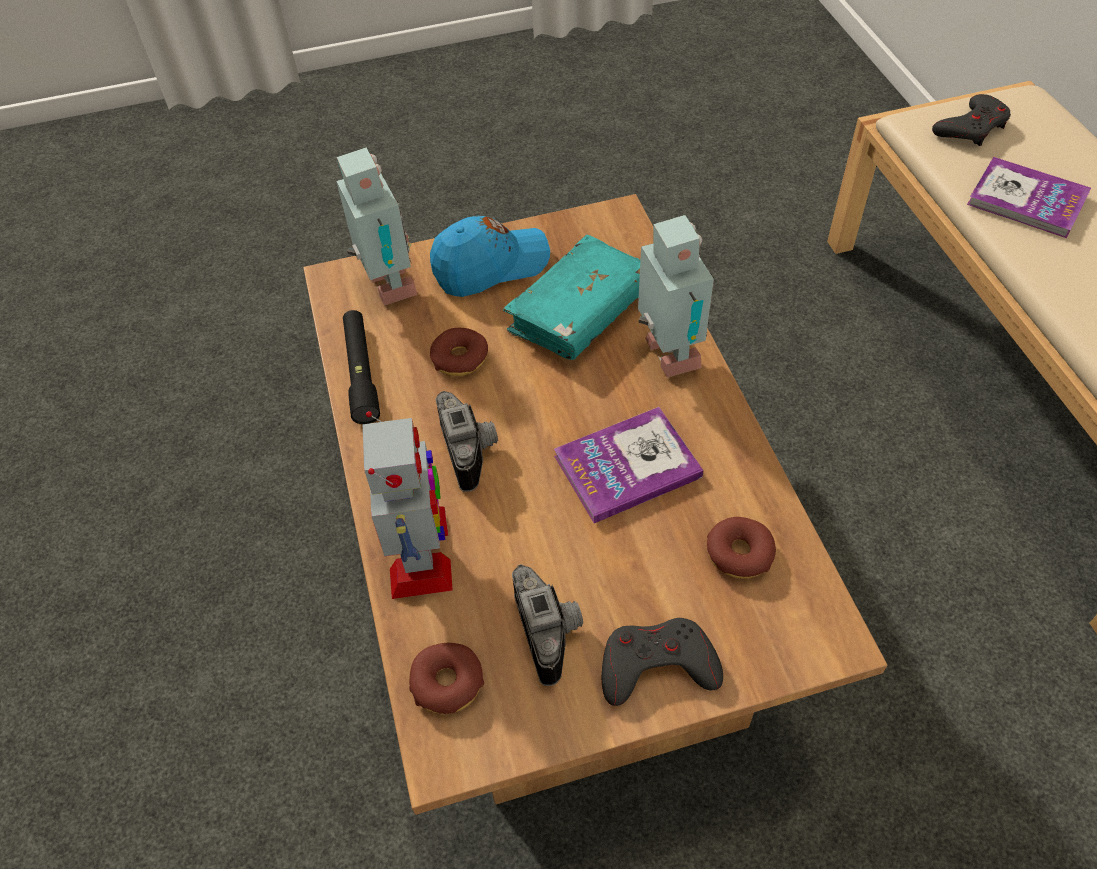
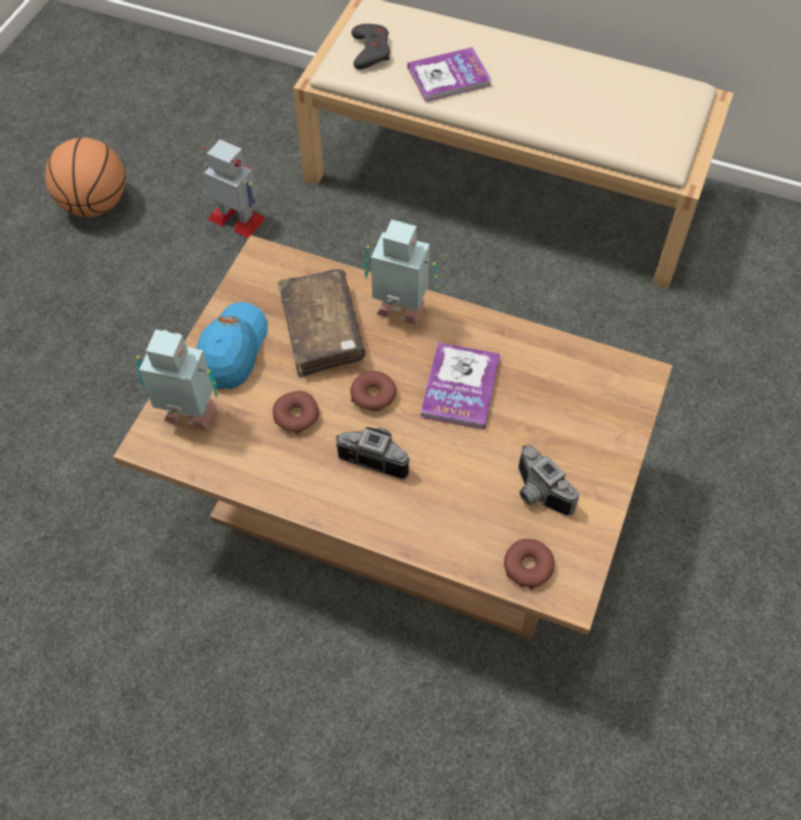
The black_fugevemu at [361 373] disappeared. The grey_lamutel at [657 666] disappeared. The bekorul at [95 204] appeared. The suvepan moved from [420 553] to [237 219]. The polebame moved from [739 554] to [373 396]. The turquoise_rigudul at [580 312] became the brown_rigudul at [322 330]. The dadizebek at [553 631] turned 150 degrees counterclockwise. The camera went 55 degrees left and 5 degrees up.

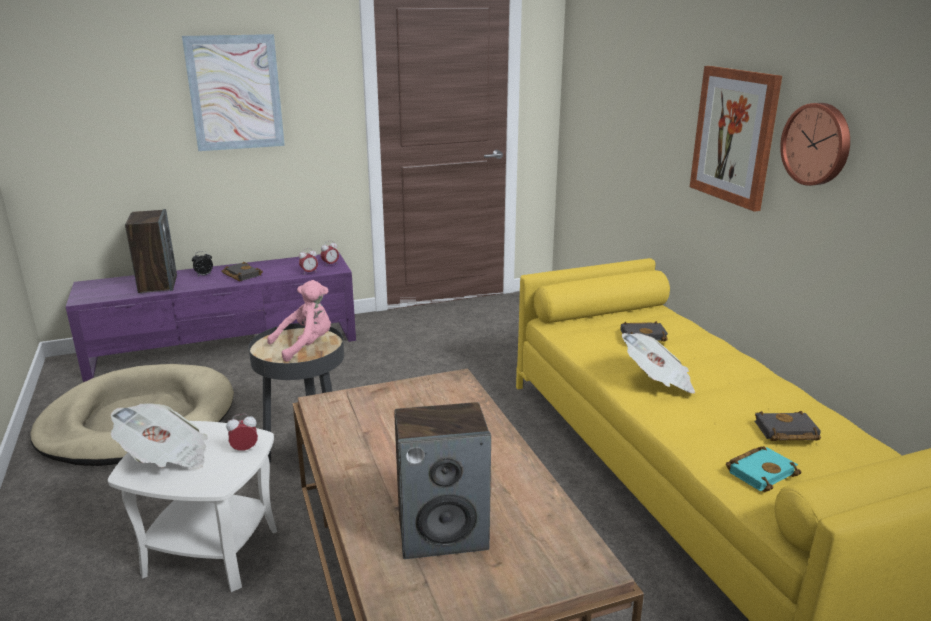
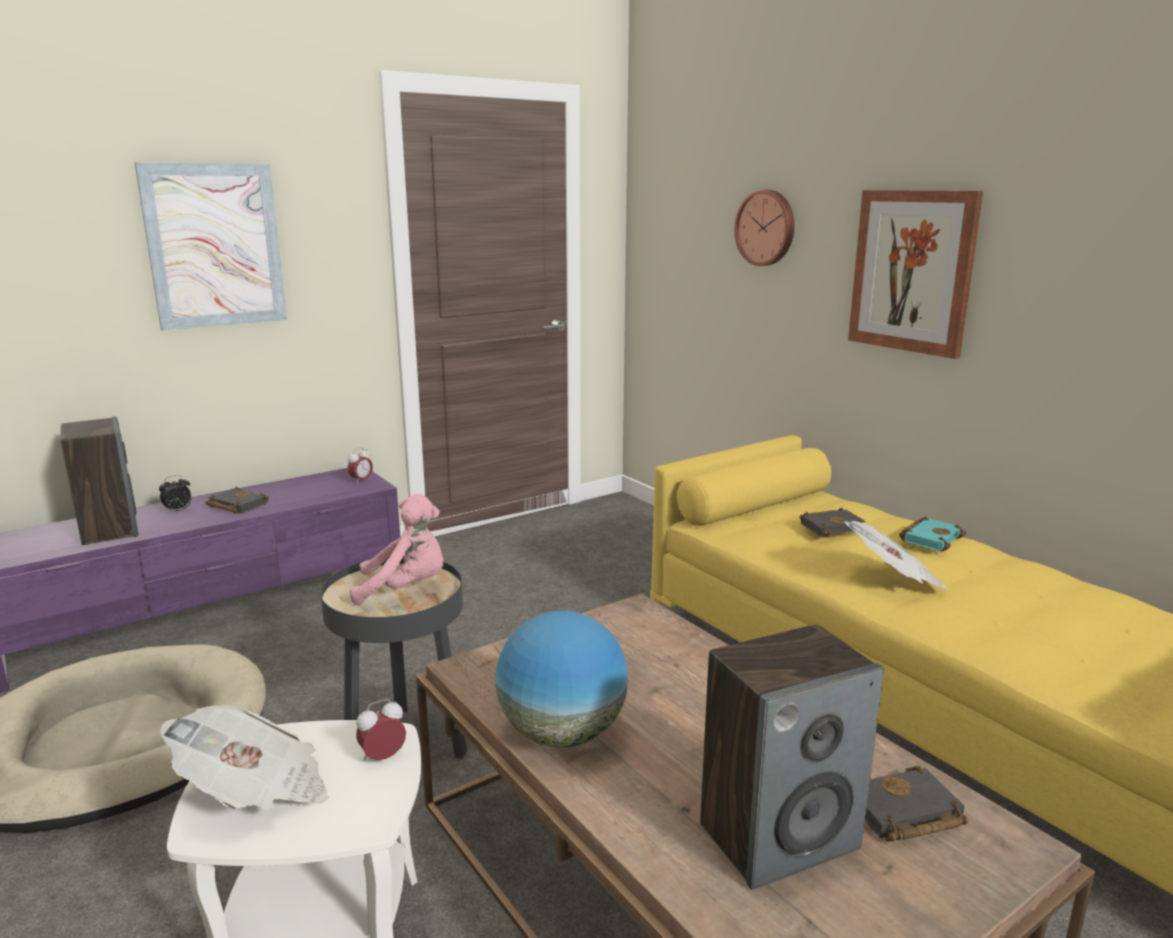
The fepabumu at [309 272] disappeared. The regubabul at [562 734] appeared. The turquoise_rigudul moved from [761 471] to [930 538]. The black_rigudul moved from [785 432] to [903 814]. The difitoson moved from [817 144] to [766 228]. The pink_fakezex at [306 346] turned 45 degrees clockwise. The camera went 15 degrees left and 5 degrees down.

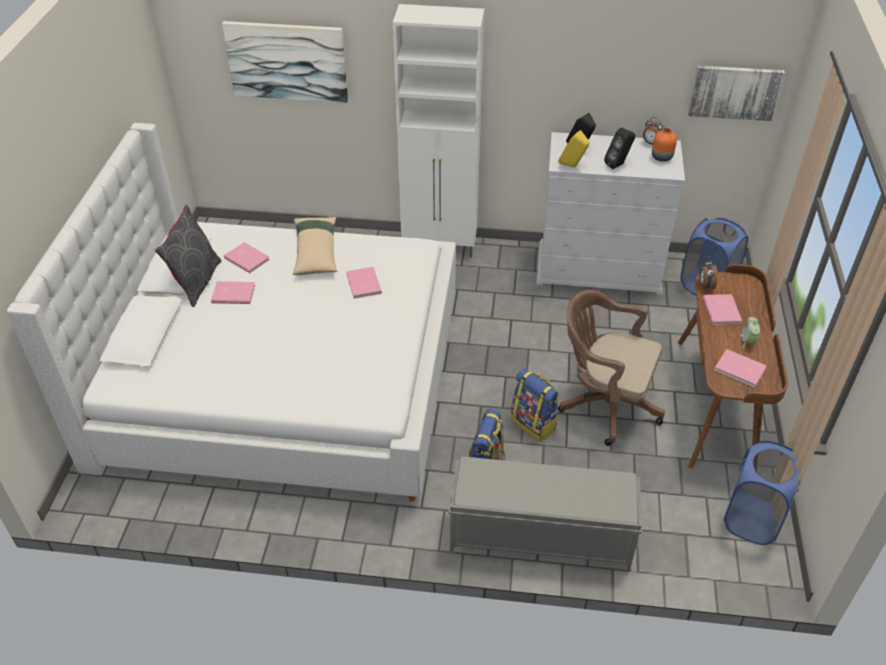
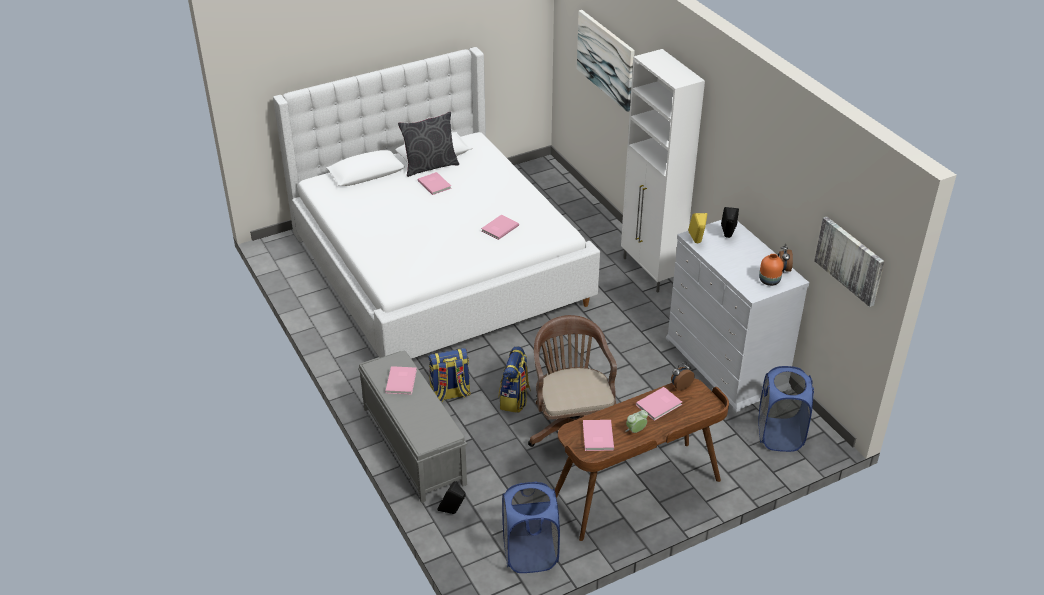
The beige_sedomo at [316 252] disappeared. The pink_rigudul moved from [247 258] to [402 381]. The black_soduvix moved from [618 165] to [453 512]. The camera went 55 degrees right and 5 degrees down.

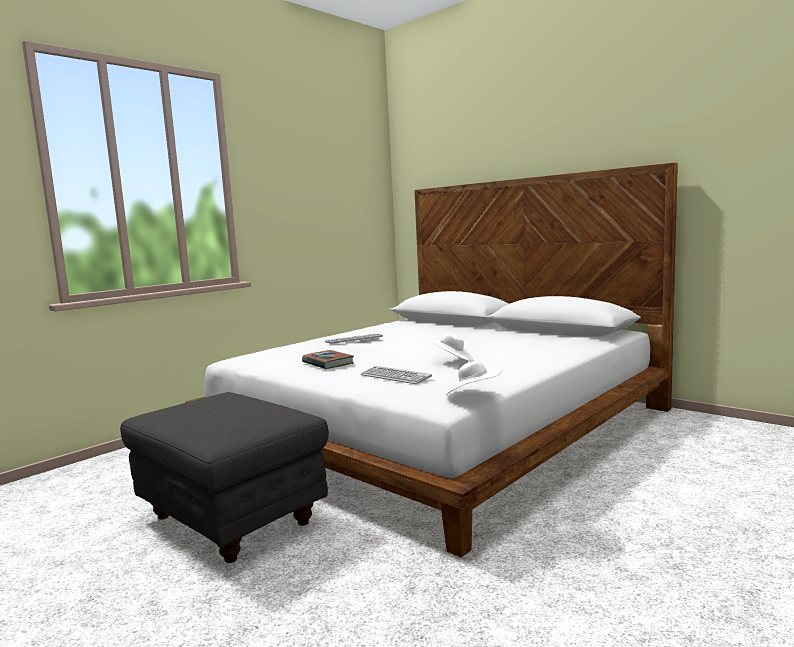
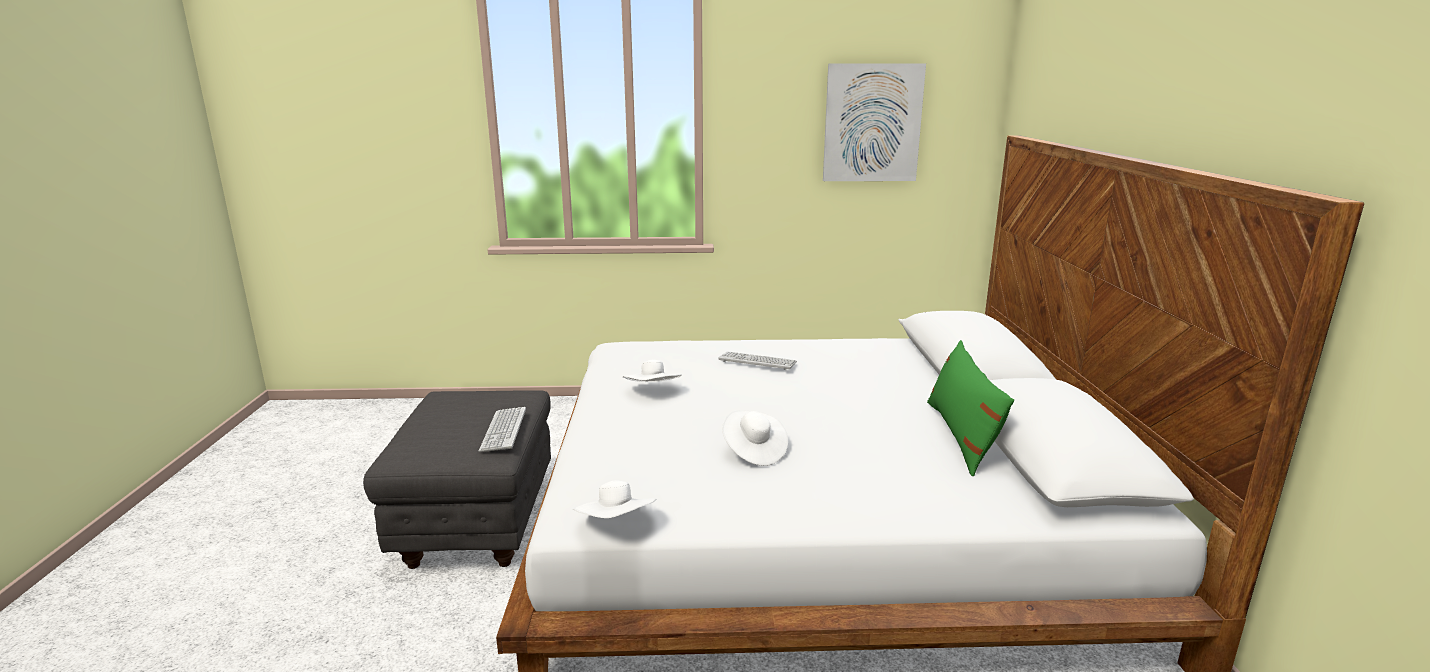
The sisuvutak at [872 123] appeared. The green_sedomo at [962 436] appeared. The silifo moved from [395 376] to [503 430]. The rigudul at [328 363] was replaced by the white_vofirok at [653 392]. The camera went 45 degrees right and 10 degrees up.

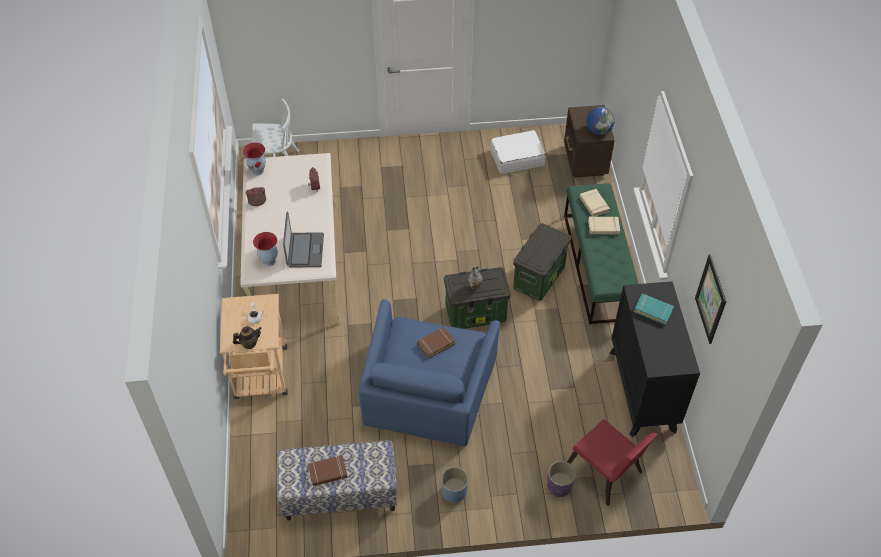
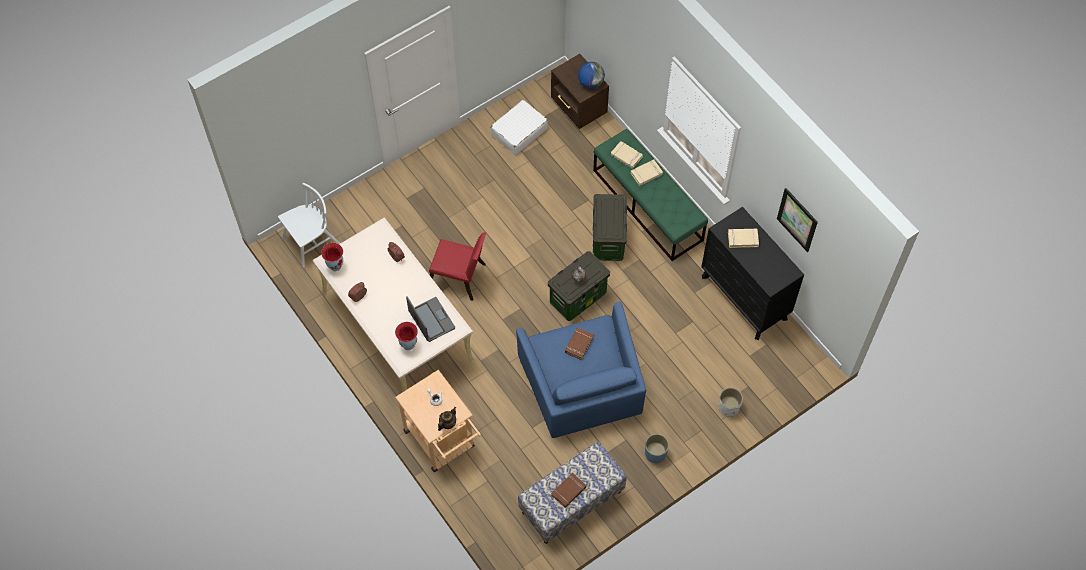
The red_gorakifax moved from [606 474] to [460 278]. The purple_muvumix at [559 486] became the white_muvumix at [728 407]. The turquoise_rigudul at [653 310] became the beige_rigudul at [743 239]. The camera went 30 degrees left and 10 degrees up.

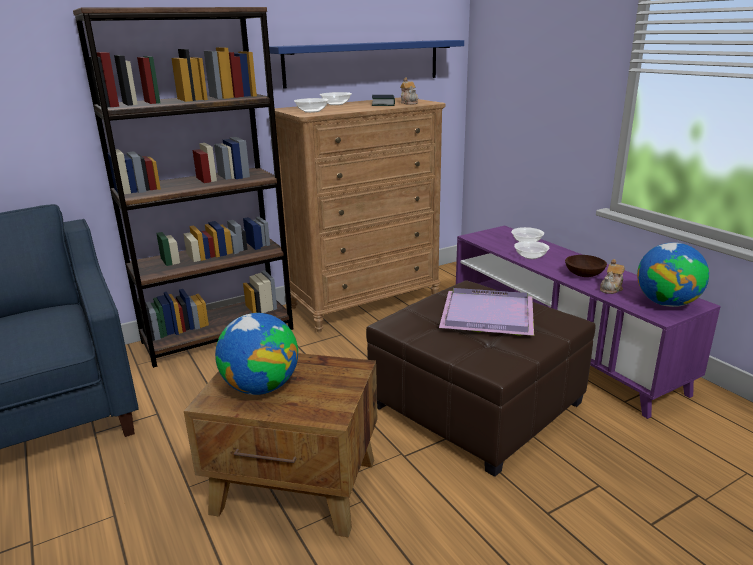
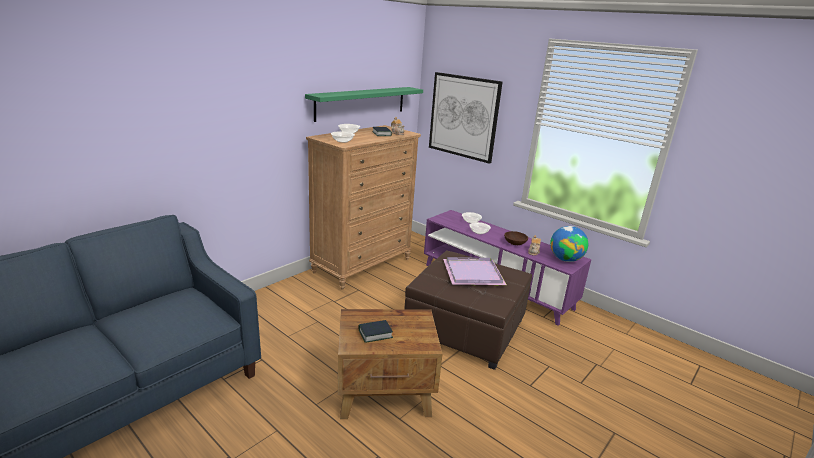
The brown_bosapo at [219 335] disappeared. The sisuvutak at [463 117] appeared. The regubabul at [261 387] was replaced by the rigudul at [375 334]. The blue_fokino at [363 63] became the green_fokino at [361 103]. The camera went 20 degrees left and 0 degrees up.

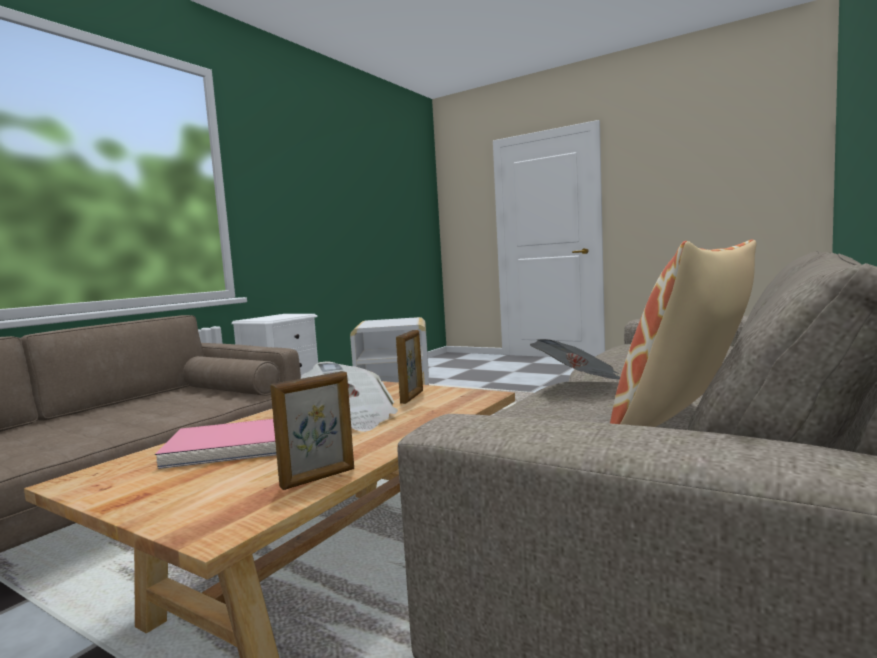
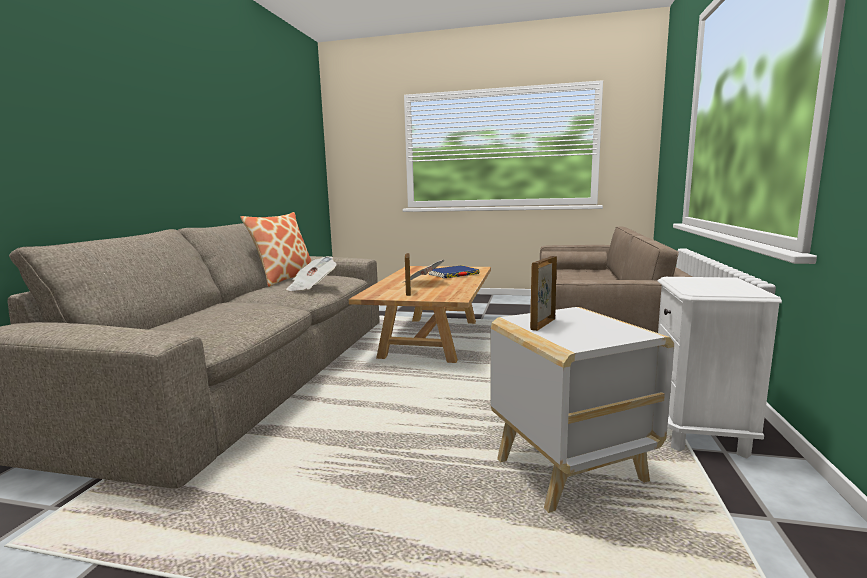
The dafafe moved from [319 478] to [542 324]. The pink_rigudul at [228 447] became the blue_rigudul at [453 274]. The camera went 160 degrees right and 5 degrees up.

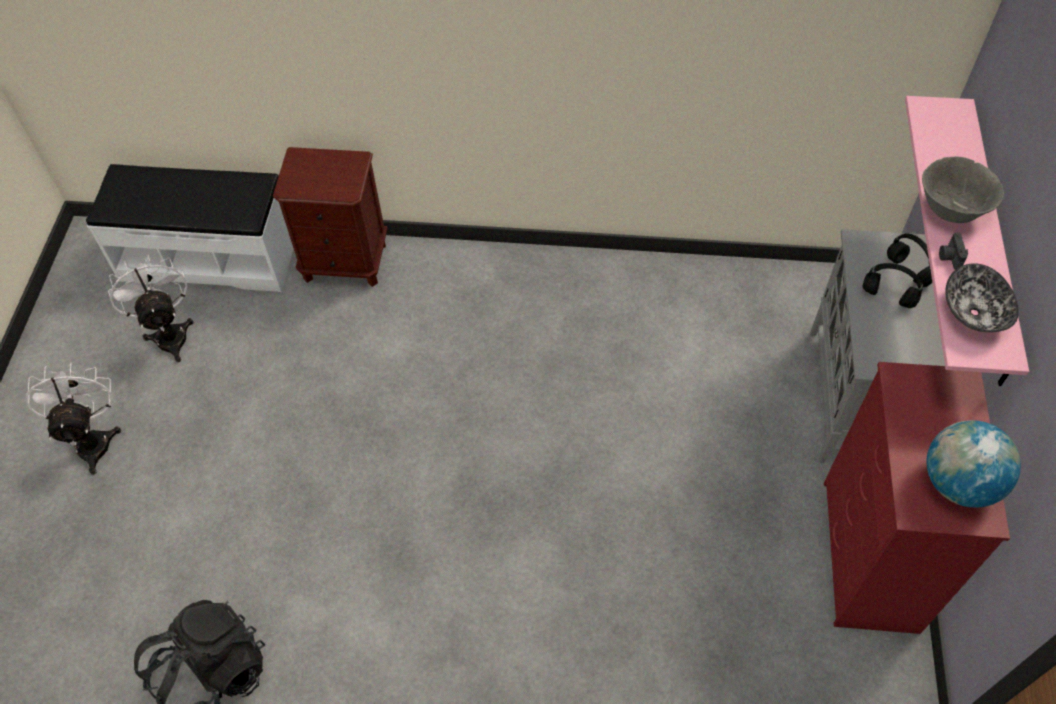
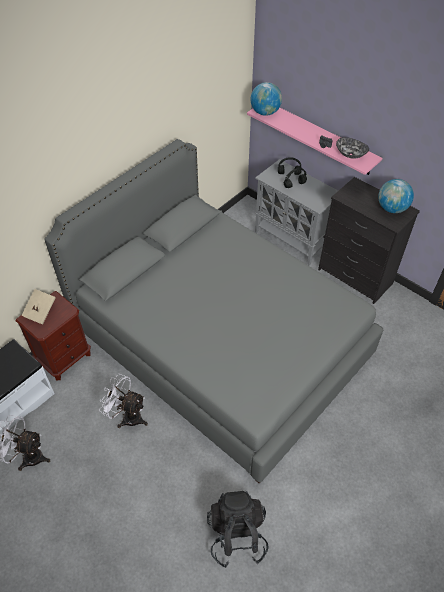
The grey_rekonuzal at [950 210] disappeared. The beige_rigudul at [40 311] appeared. The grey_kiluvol at [221 344] appeared. The regubabul at [265 112] appeared. The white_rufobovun moved from [94 439] to [127 416]. The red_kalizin at [868 556] became the black_kalizin at [355 277]. The camera went 55 degrees left and 5 degrees down.

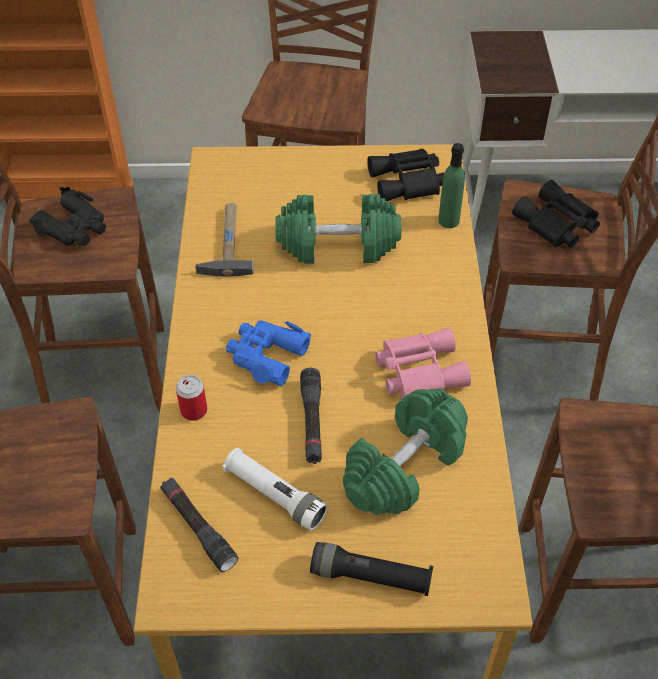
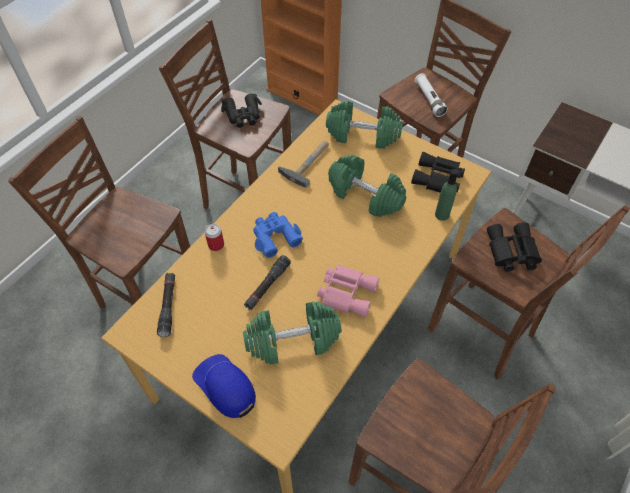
The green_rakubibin at [363 135] appeared. The white_fugevemu moved from [275 495] to [429 100]. The black_fugevemu at [371 577] was replaced by the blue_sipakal at [225 387]. The camera went 35 degrees right and 5 degrees up.

